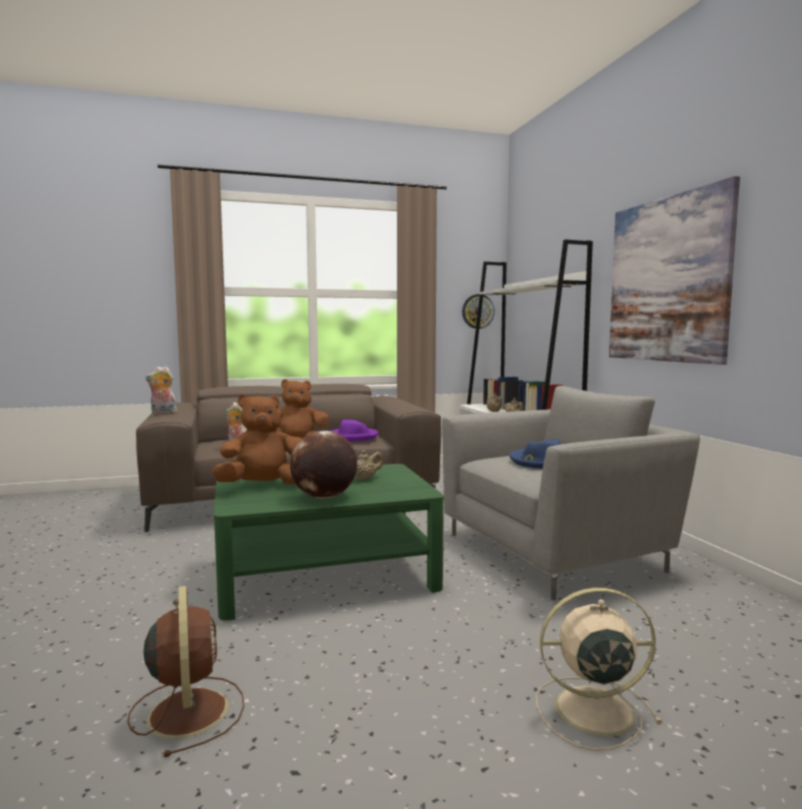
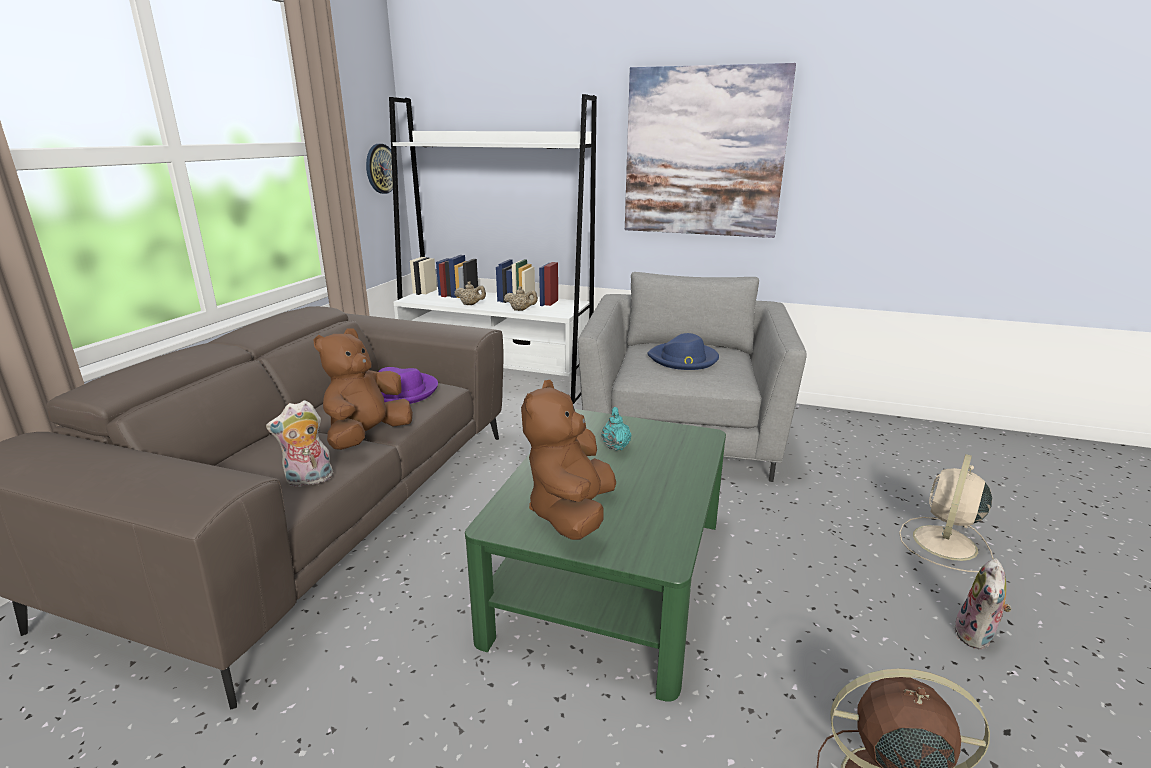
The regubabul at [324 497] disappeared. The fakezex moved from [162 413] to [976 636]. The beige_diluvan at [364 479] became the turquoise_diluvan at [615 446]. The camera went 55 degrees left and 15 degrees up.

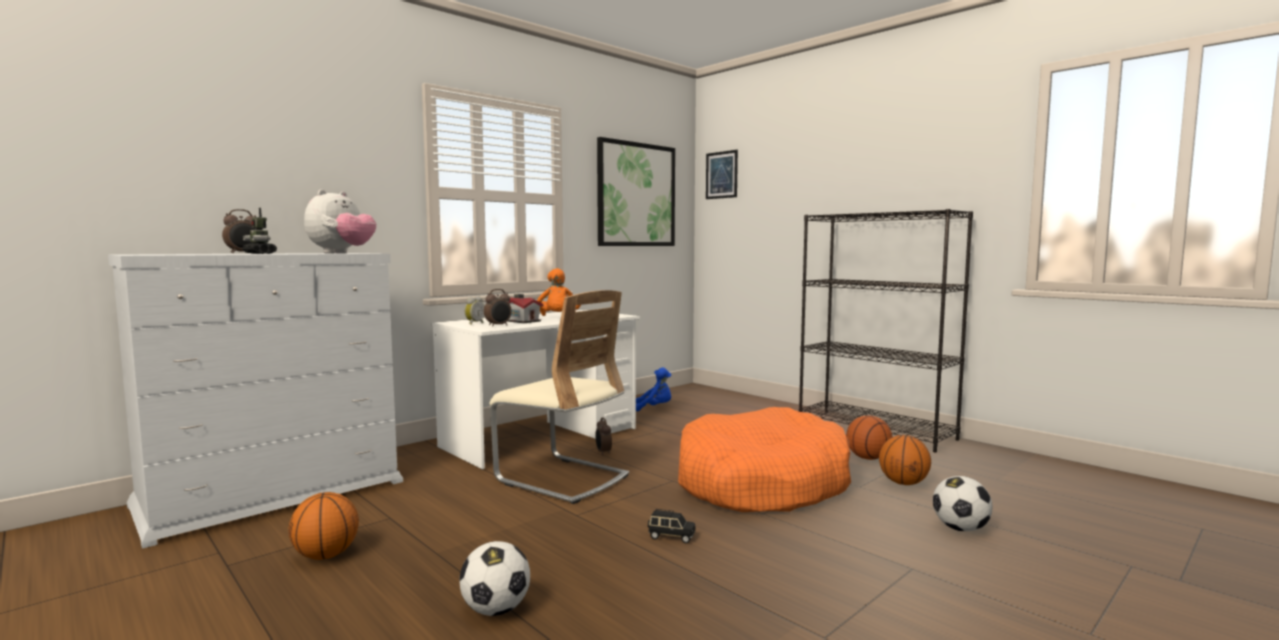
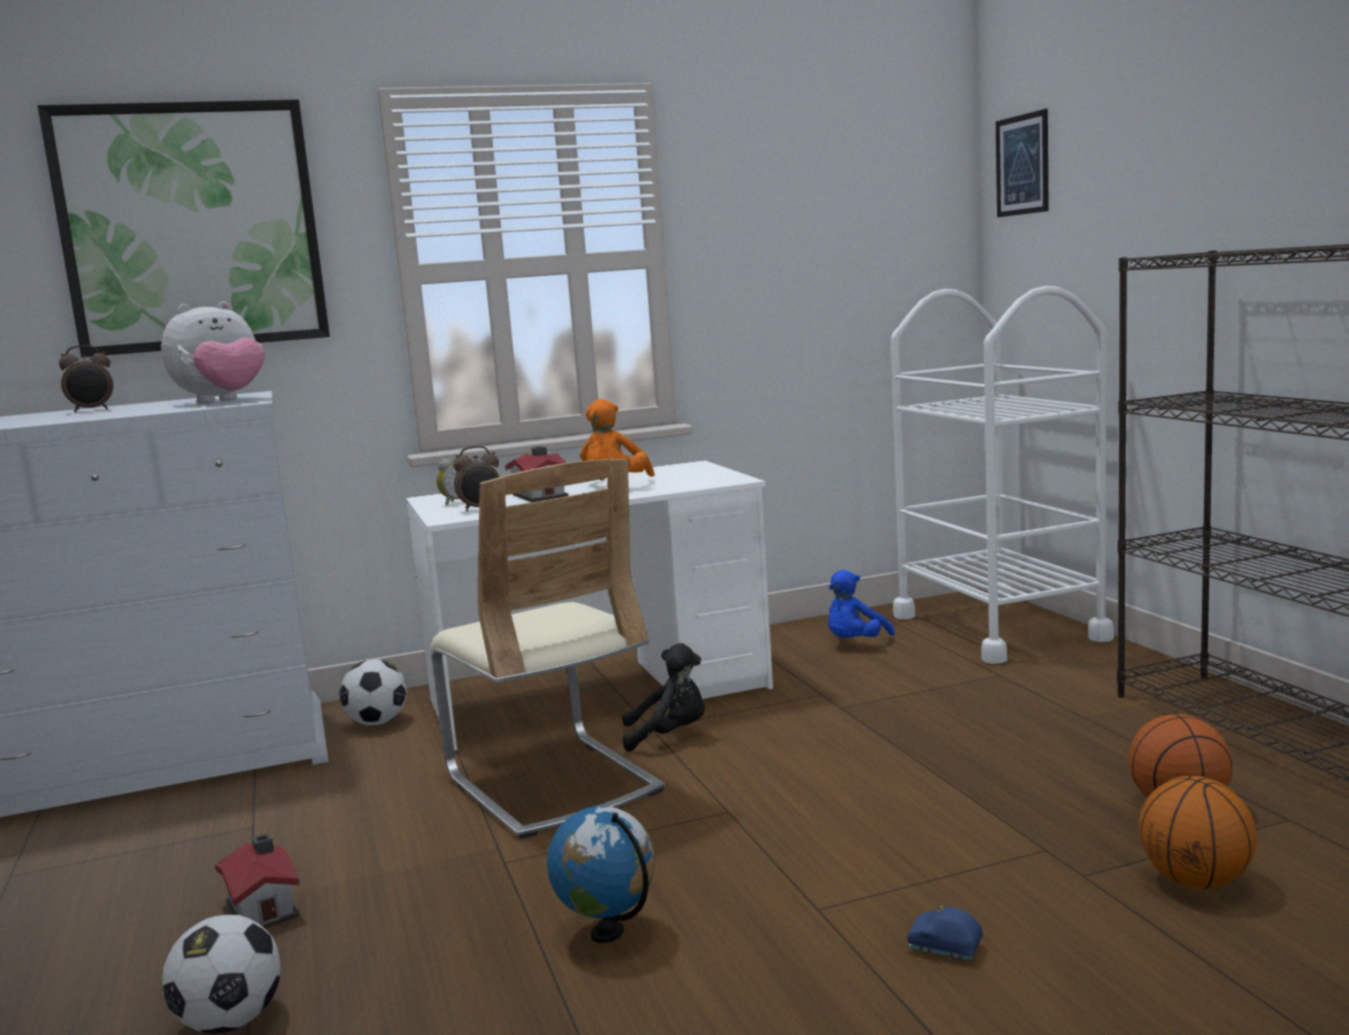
The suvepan at [260 253] disappeared. The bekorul at [326 555] disappeared. The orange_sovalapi at [761 483] disappeared. The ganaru at [264 908] appeared. The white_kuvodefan at [998 627] appeared. The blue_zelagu at [945 948] appeared. The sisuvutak moved from [636 195] to [191 227]. The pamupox moved from [960 529] to [377 722]. The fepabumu at [603 452] was replaced by the black_fakezex at [669 736]. The black_zelagu at [671 537] was replaced by the regubabul at [608 933]. The blue_fakezex at [655 408] turned 105 degrees clockwise. The camera went 25 degrees right and 5 degrees up.

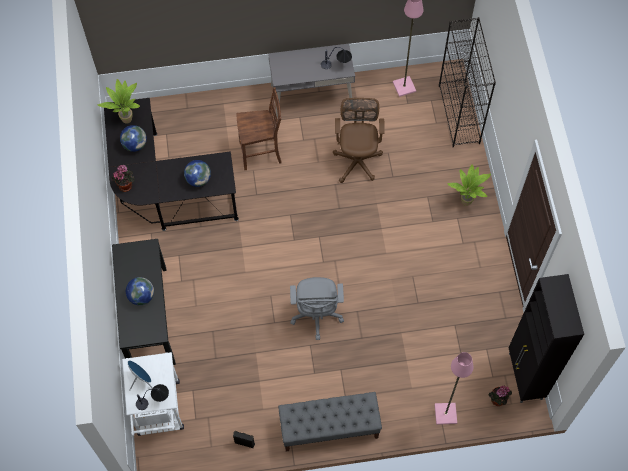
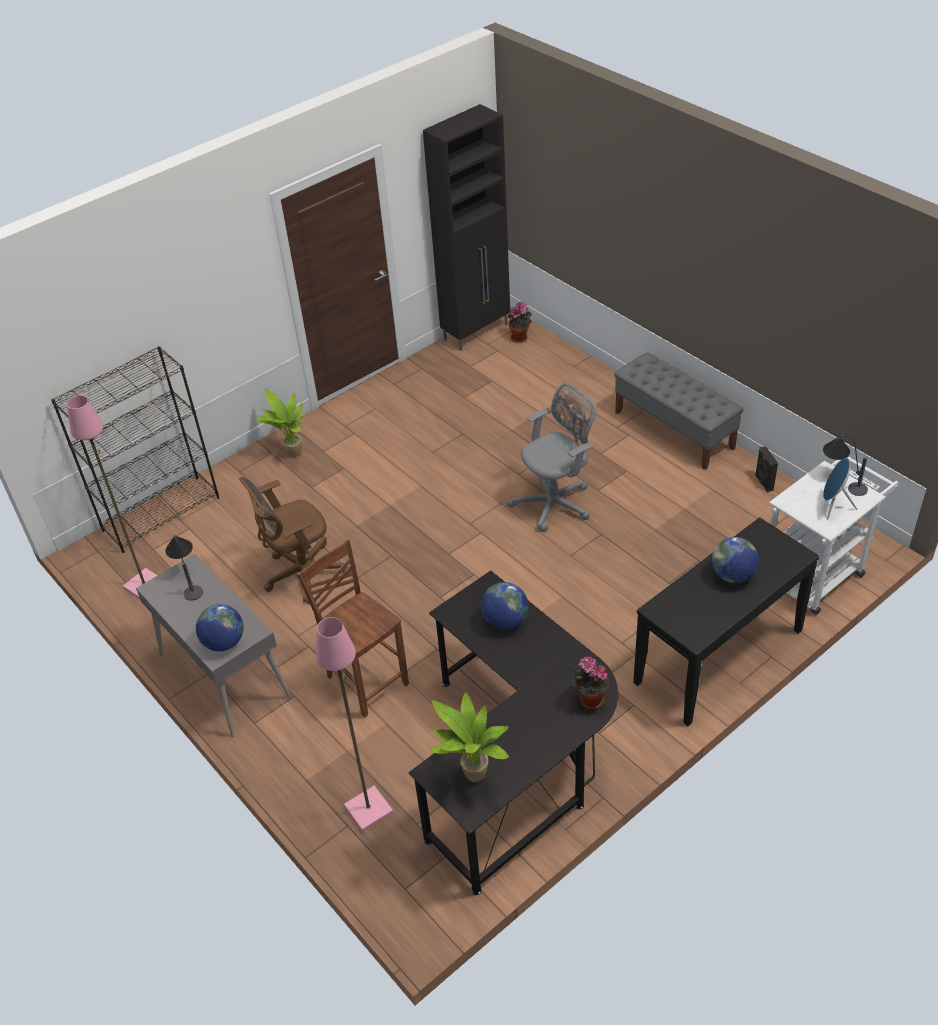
The regubabul moved from [135 144] to [224 642]. The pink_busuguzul moved from [446 414] to [368 808]. The camera went 120 degrees left and 20 degrees down.

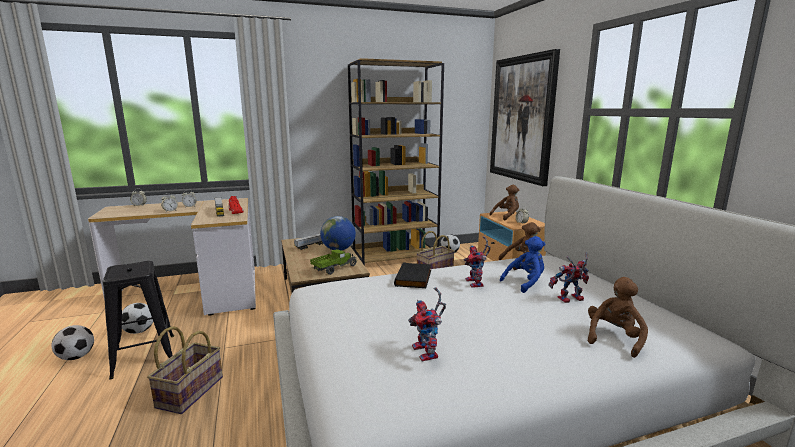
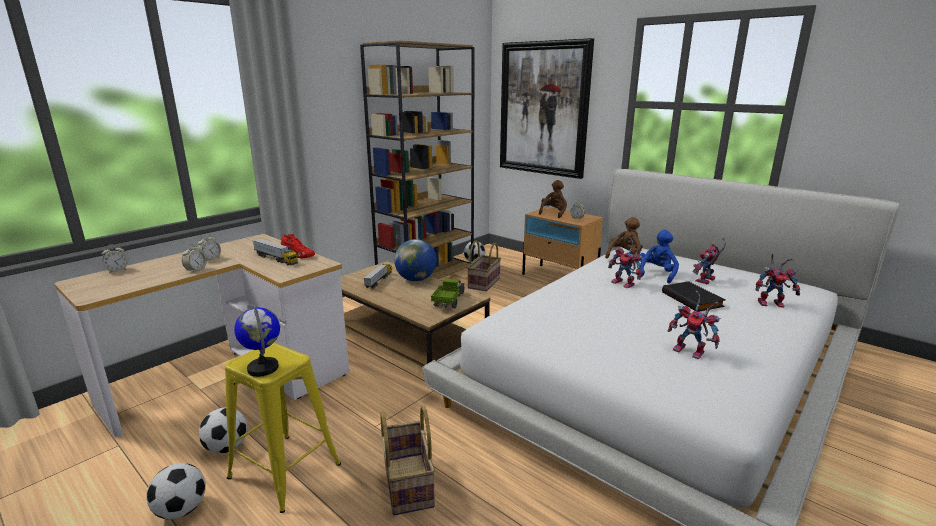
The regubabul at [263 368] appeared. The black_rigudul moved from [414 278] to [693 299]. The brown_fakezex at [614 338] was replaced by the suvepan at [772 303]. The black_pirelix at [144 355] became the yellow_pirelix at [284 471]. The camera went 30 degrees left and 5 degrees up.

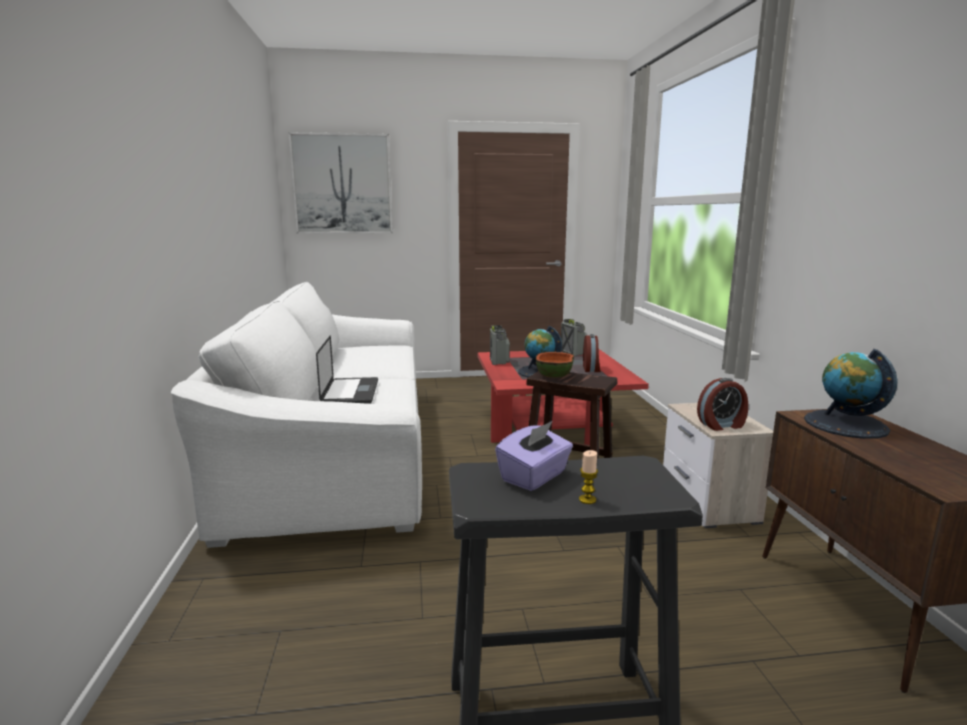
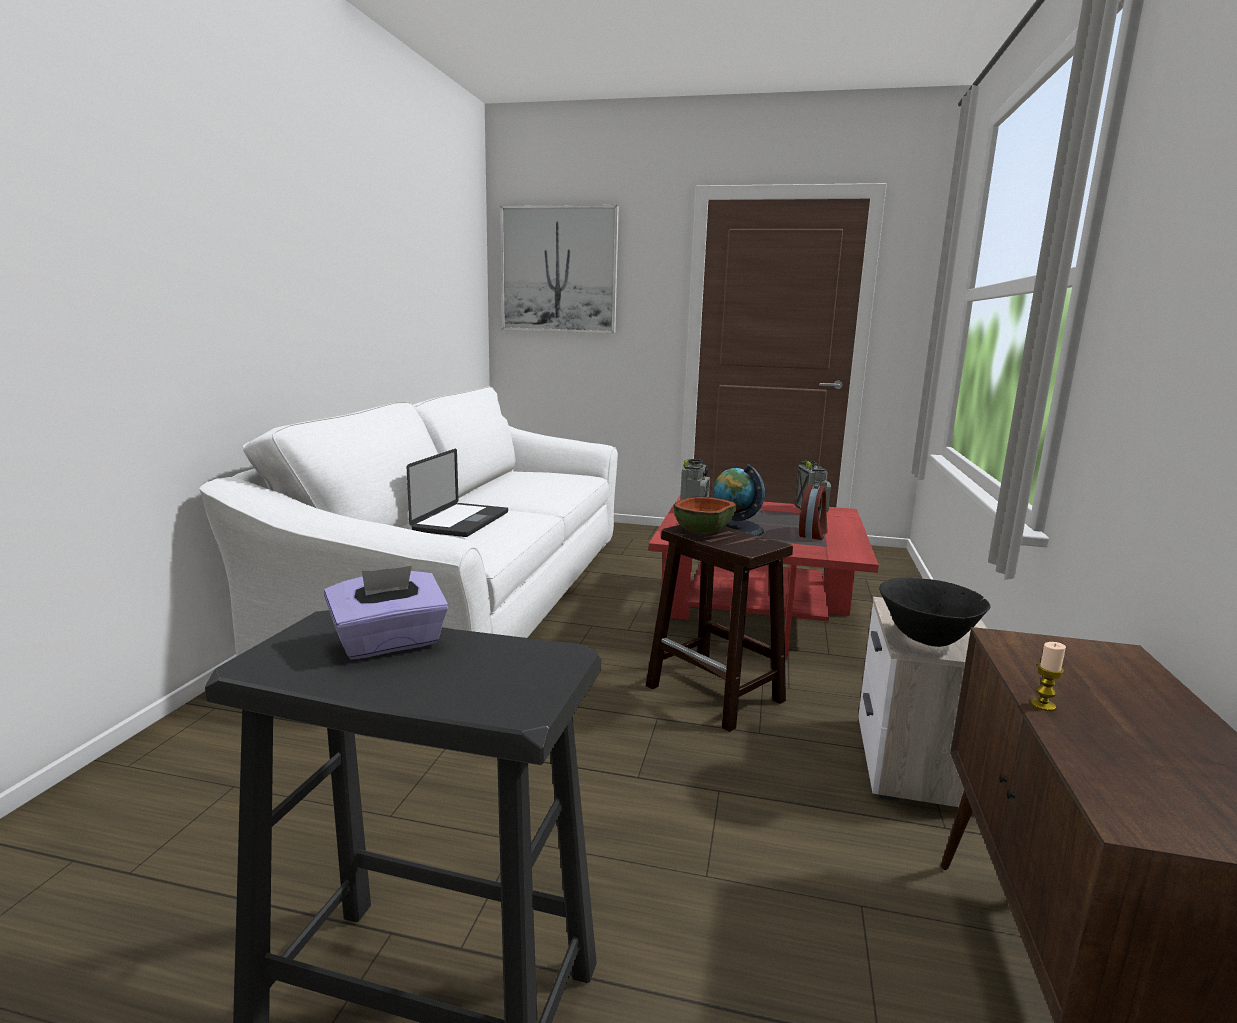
The regubabul at [845 424] disappeared. The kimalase moved from [587 500] to [1043 705]. The fepabumu at [722 425] was replaced by the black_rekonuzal at [926 640]. The camera went 20 degrees right and 0 degrees up.

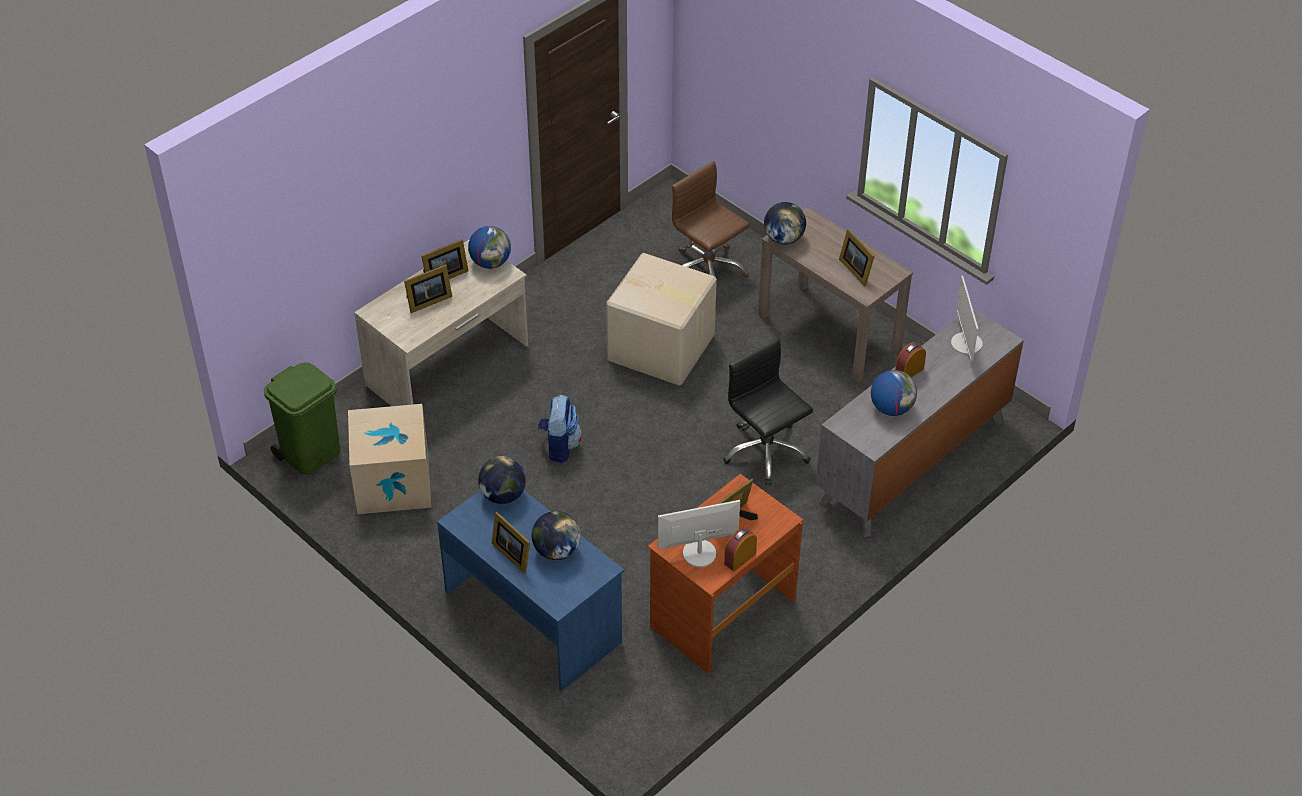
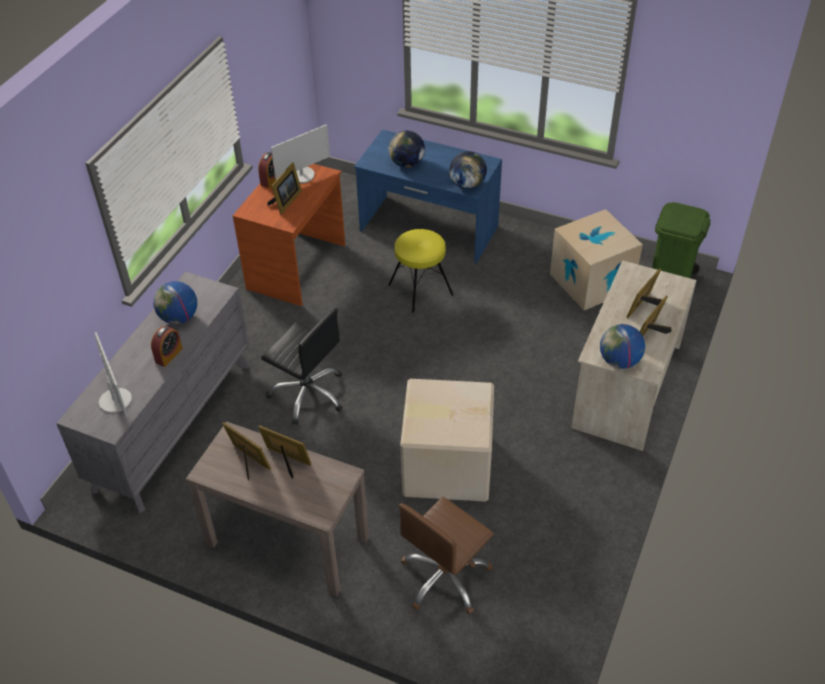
The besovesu at [560 446] disappeared. The regubabul at [783 238] disappeared. The yellow_pirelix at [420 290] appeared. The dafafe moved from [512 553] to [287 461]. The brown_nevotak at [707 270] turned 105 degrees clockwise. The camera went 160 degrees right and 0 degrees up.

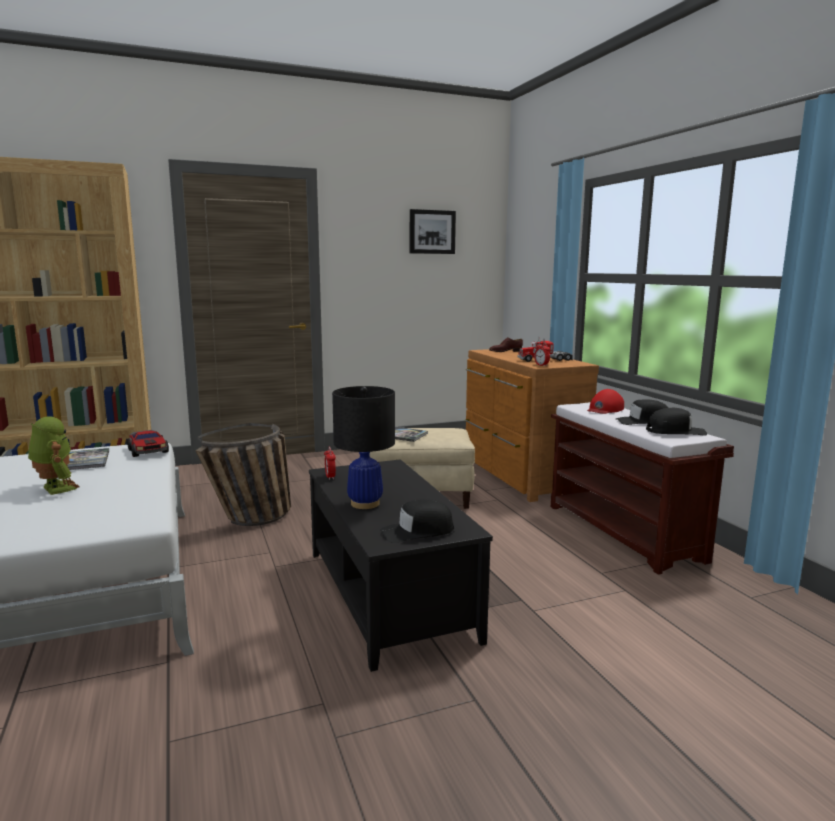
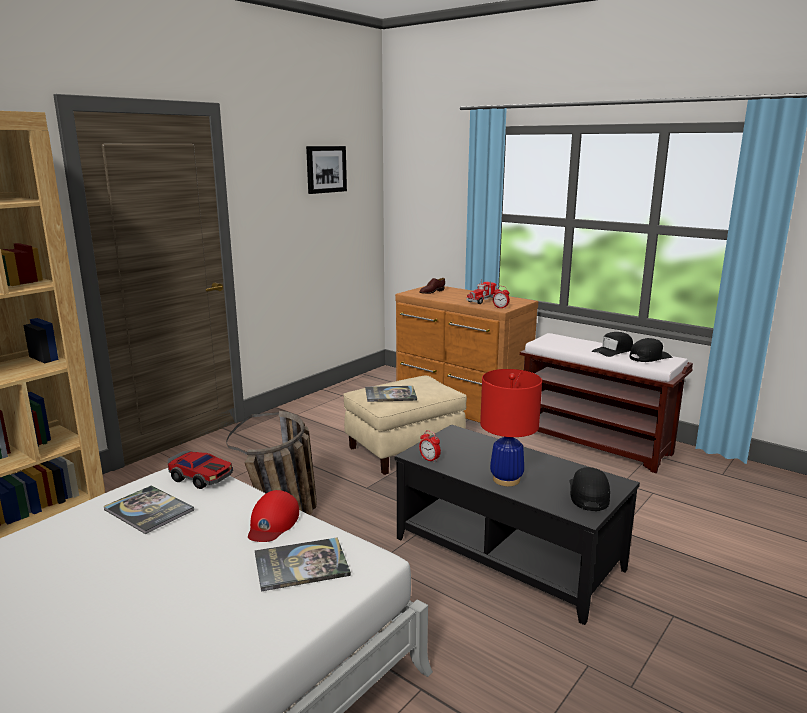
The suvepan at [55 489] disappeared. The rigudul at [301 565] appeared. The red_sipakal moved from [604 409] to [272 523]. The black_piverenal at [365 503] became the red_piverenal at [506 479]. The black_sipakal at [417 531] turned 150 degrees clockwise. The camera went 30 degrees left and 5 degrees up.

